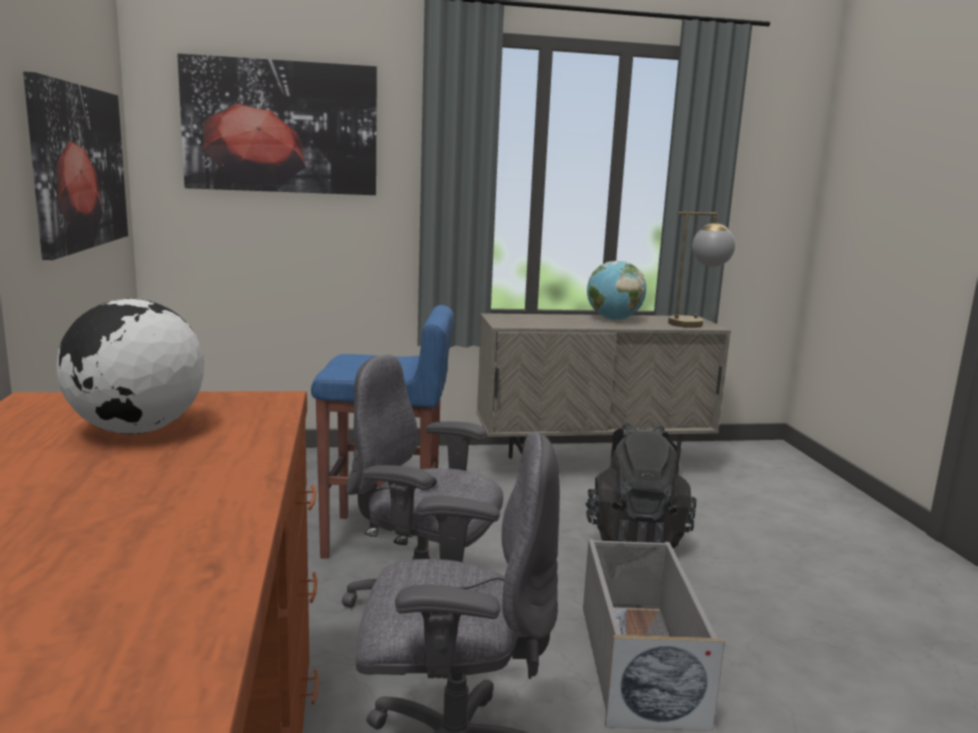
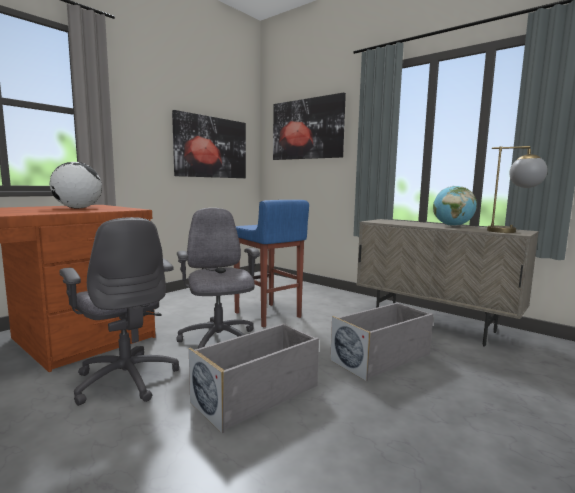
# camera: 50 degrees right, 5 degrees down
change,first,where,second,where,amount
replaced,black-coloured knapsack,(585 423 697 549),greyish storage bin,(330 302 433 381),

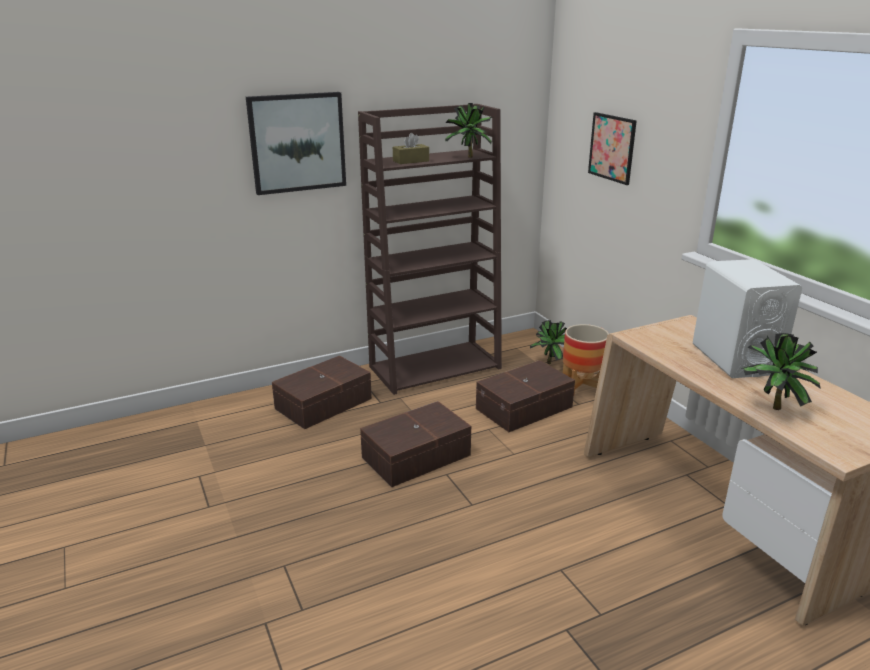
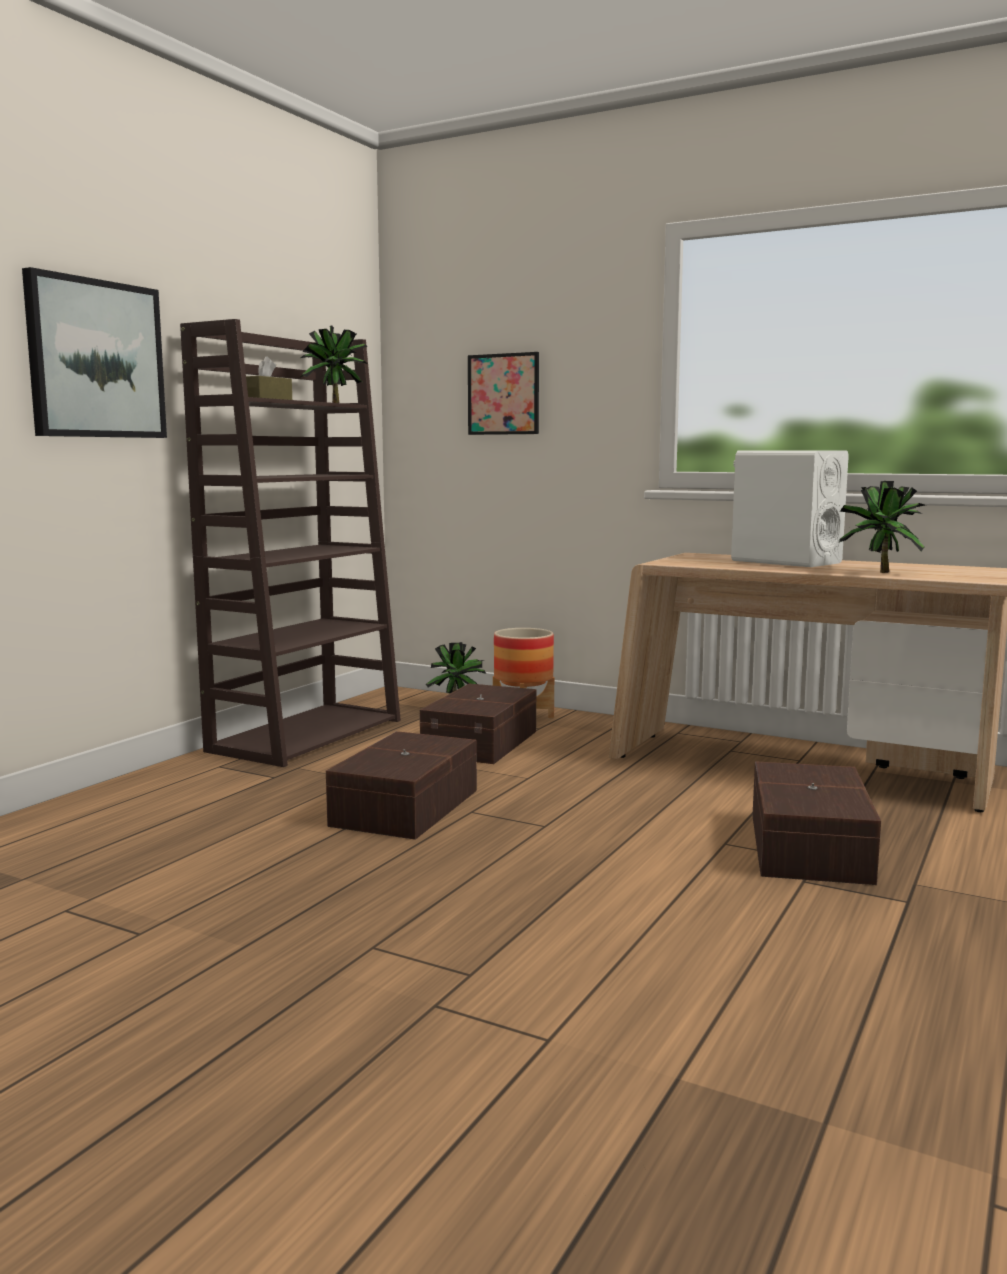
# camera: 35 degrees left, 15 degrees down
change,first,where,second,where,amount
moved,brown-coloured storage bin,(272 356 372 429),,(752 761 881 885),

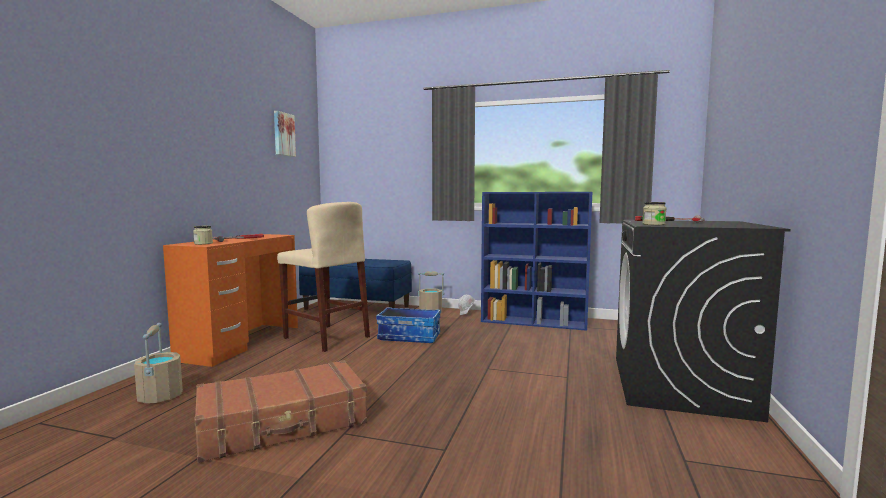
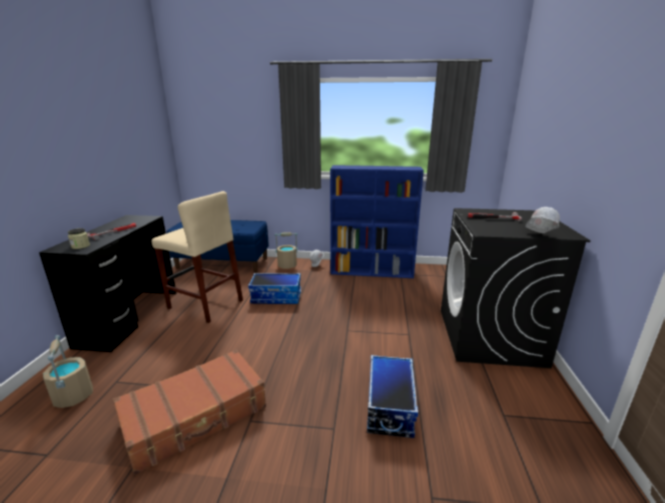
# camera: 10 degrees left, 15 degrees up
change,first,where,second,where,amount
removed,wall art,(274 111 296 157),,,
removed,jar,(642 202 666 225),,,
recoloured,orange desk unit,(163 234 298 367),black-coloured desk unit,(39 215 177 352),
added,,,whitish work helmet,(525 207 560 234),
added,,,storage bin,(367 355 418 438),

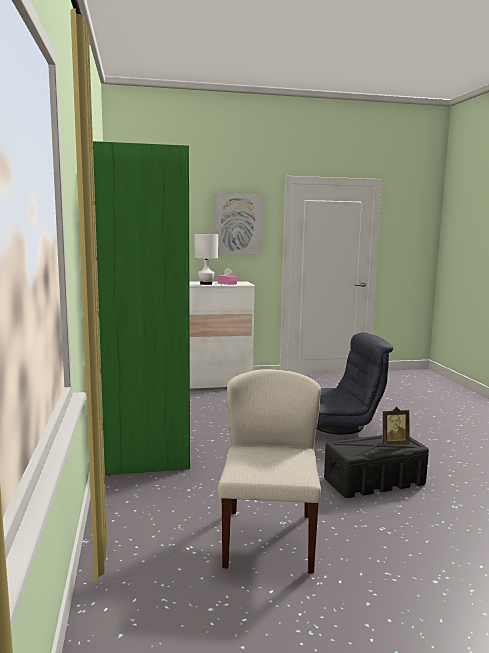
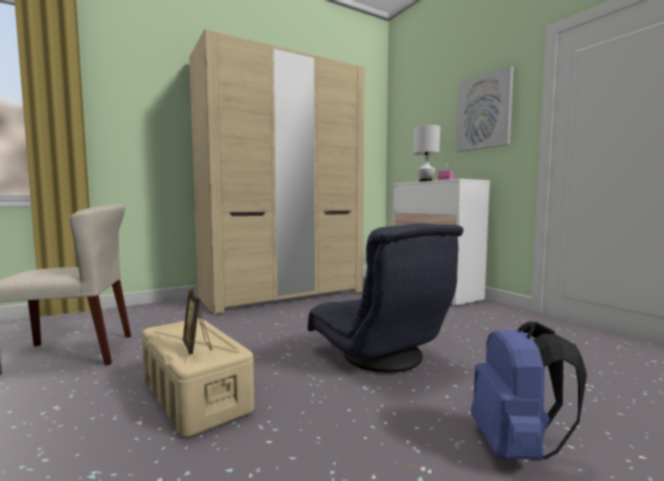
# camera: 70 degrees right, 5 degrees down
change,first,where,second,where,amount
recoloured,green-coloured armoire,(93 141 190 476),sand-coloured armoire,(189 29 365 314),
recoloured,black-coloured storage bin,(324 435 429 498),sand-coloured storage bin,(142 318 254 438),
added,,,blue-coloured knapsack,(471 322 587 459),

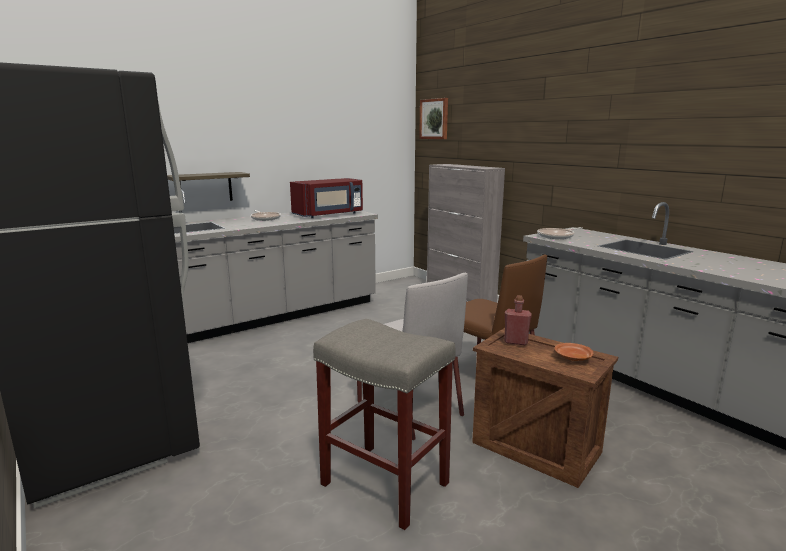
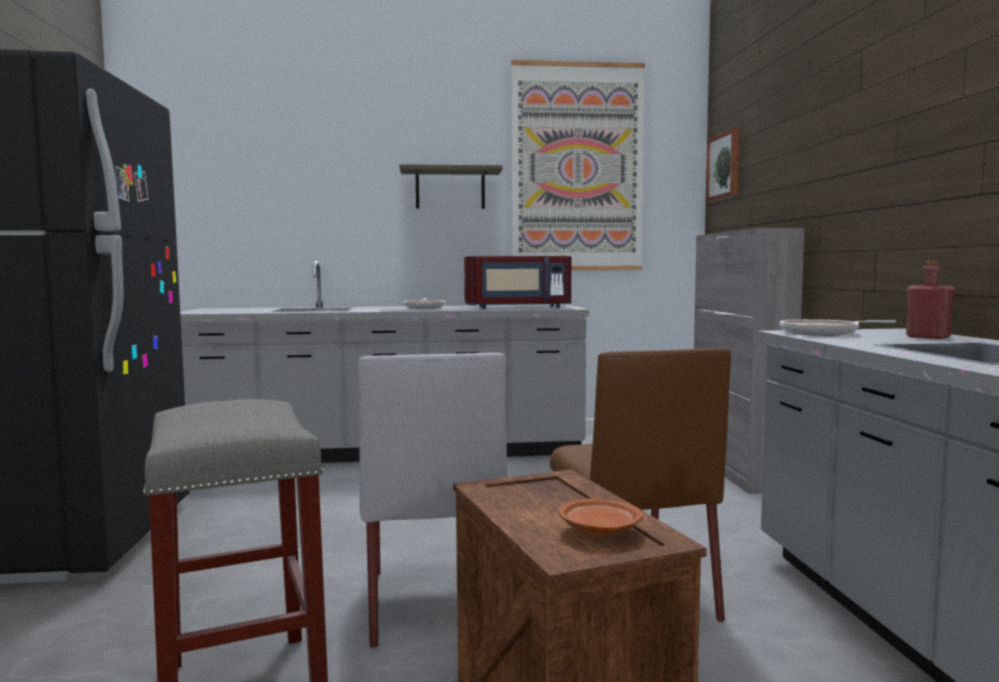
# camera: 30 degrees right, 10 degrees down
change,first,where,second,where,amount
moved,bracket shelf,(167 172 250 201),,(400 164 503 209),
moved,red-coloured drink bottle,(504 295 532 345),,(906 260 955 339),
added,,,wall art,(511 60 645 271),

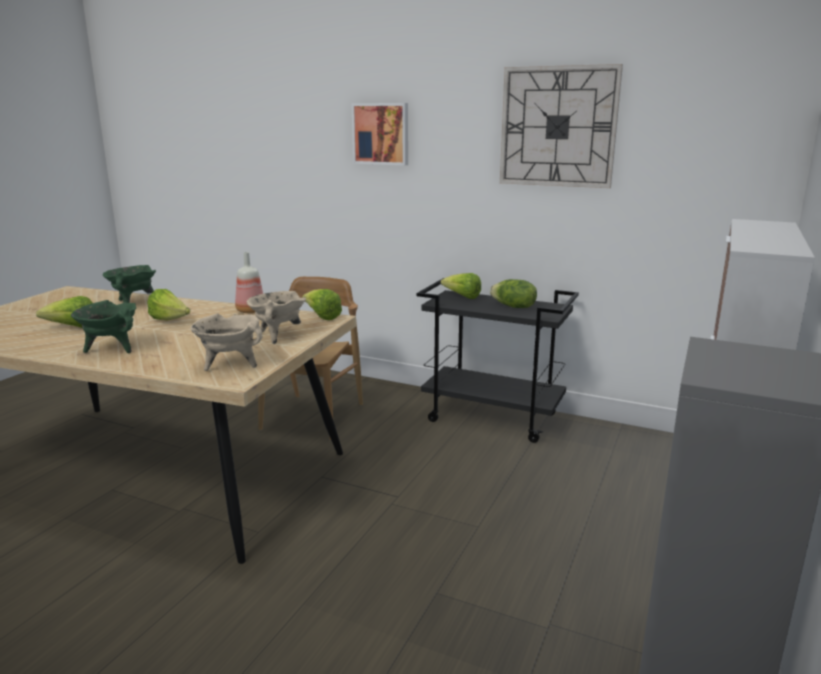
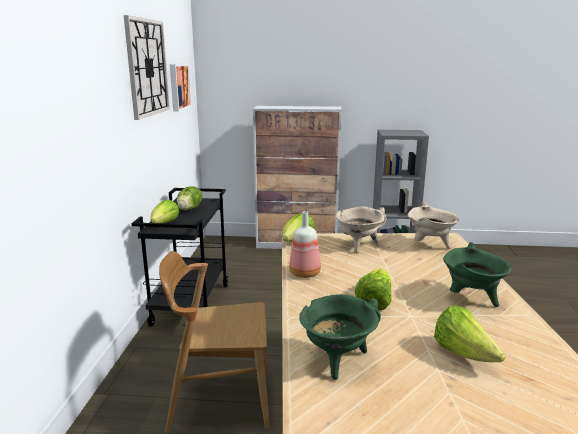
# camera: 110 degrees left, 0 degrees up
change,first,where,second,where,amount
moved,wall art,(351 103 408 165),,(170 64 191 112),

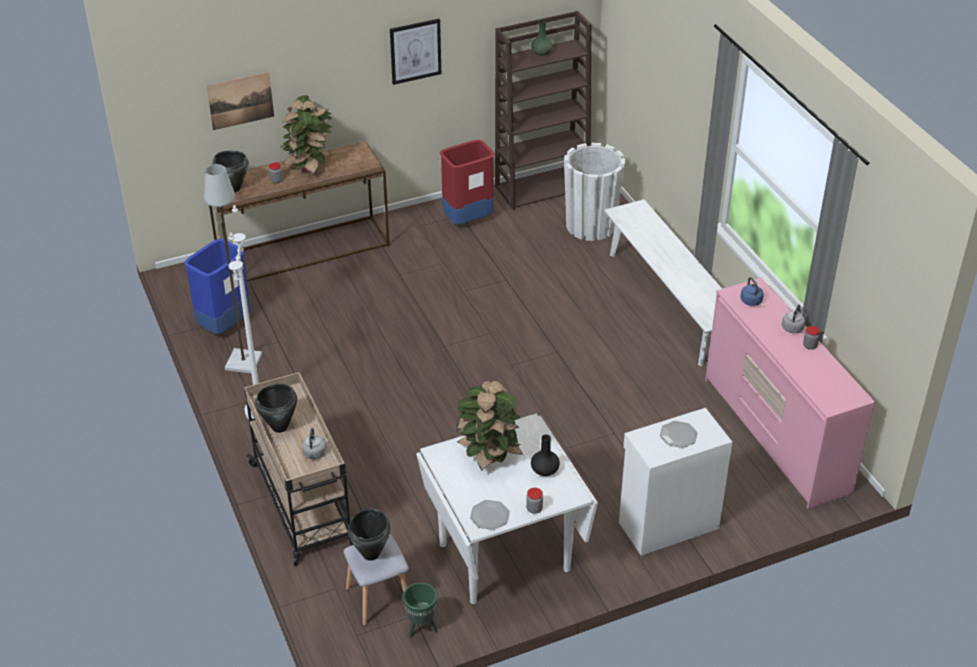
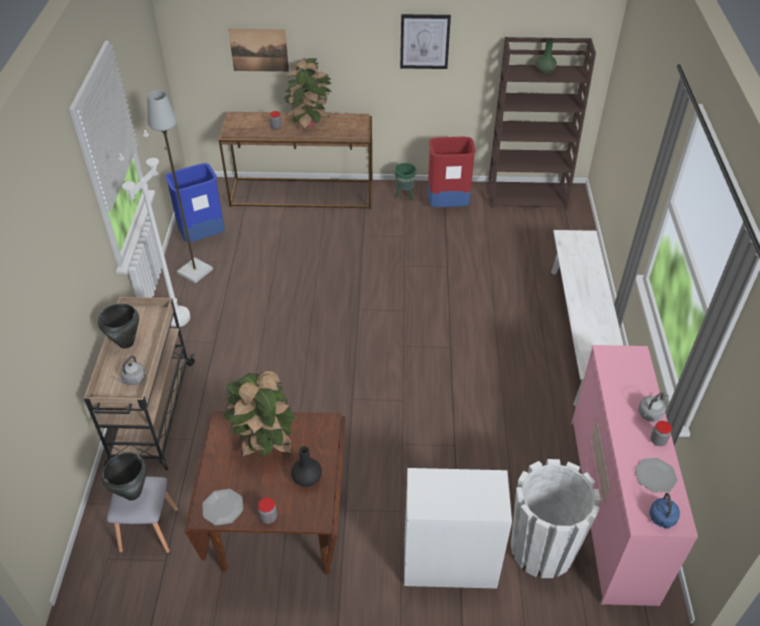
# camera: 25 degrees right, 5 degrees up
change,first,where,second,where,amount
moved,whitish planter,(564 143 625 241),,(511 459 601 578),
removed,black-coloured saucepot,(213 151 249 192),,,
moved,blue-coloured water kettle,(741 277 764 306),,(649 493 680 529),
recoloured,whitish dinner table,(416 413 598 604),brown-coloured dinner table,(184 410 346 574),
moved,flat dish,(660 421 698 448),,(635 458 678 493),
moved,green-coloured planter,(403 583 437 638),,(394 163 417 201),

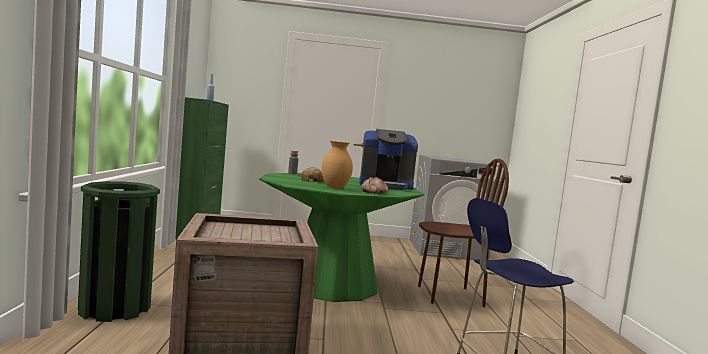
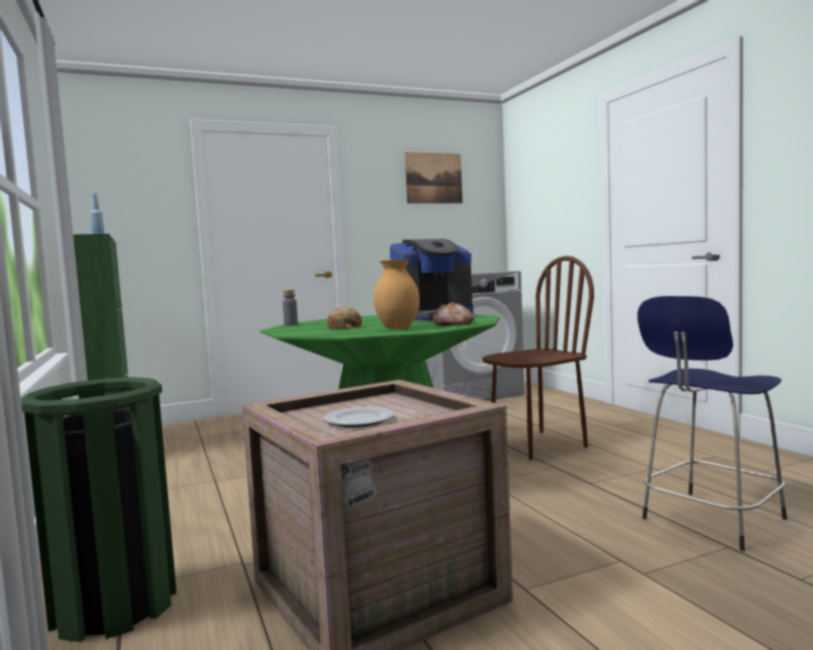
# camera: 20 degrees left, 0 degrees up
change,first,where,second,where,amount
added,,,wall art,(404 152 463 204),
added,,,flat dish,(324 407 394 428),

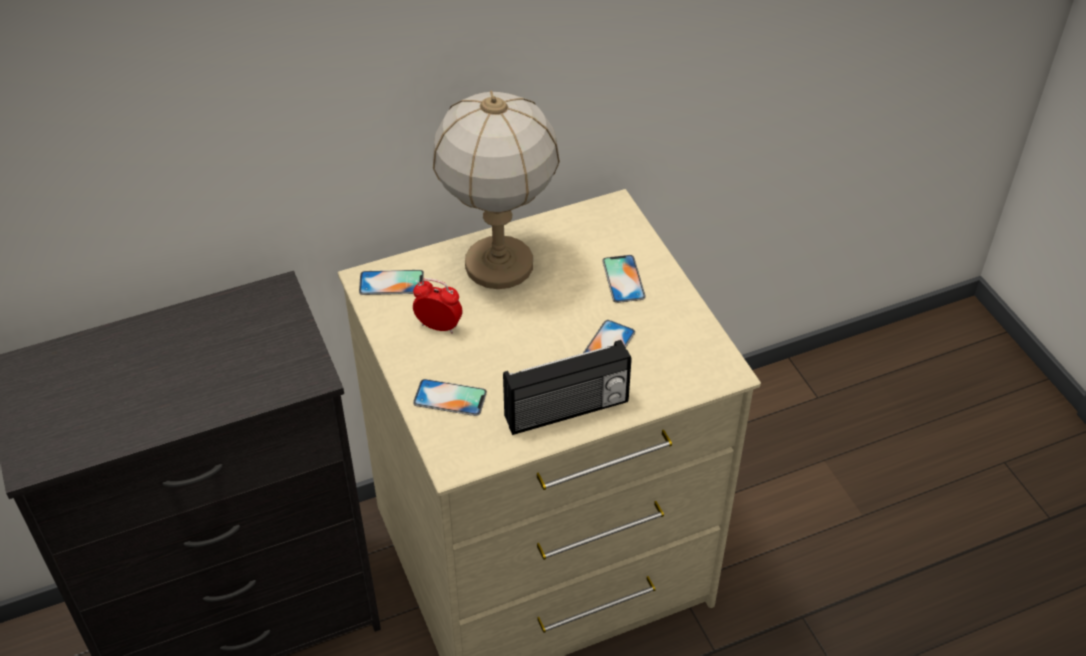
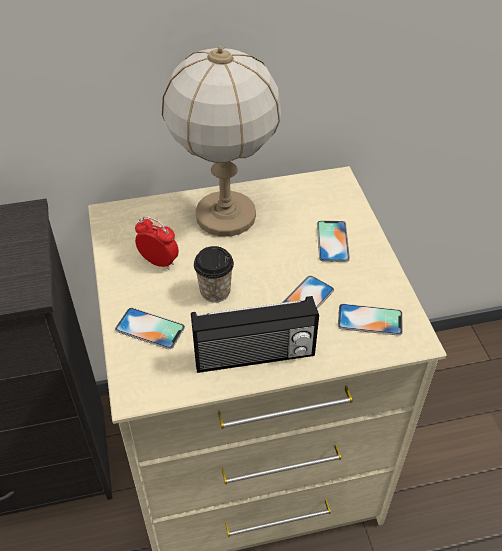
# camera: 10 degrees right, 0 degrees up
change,first,where,second,where,amount
moved,phone,(359 270 424 295),,(338 304 403 336),
added,,,cup,(194 246 234 303),

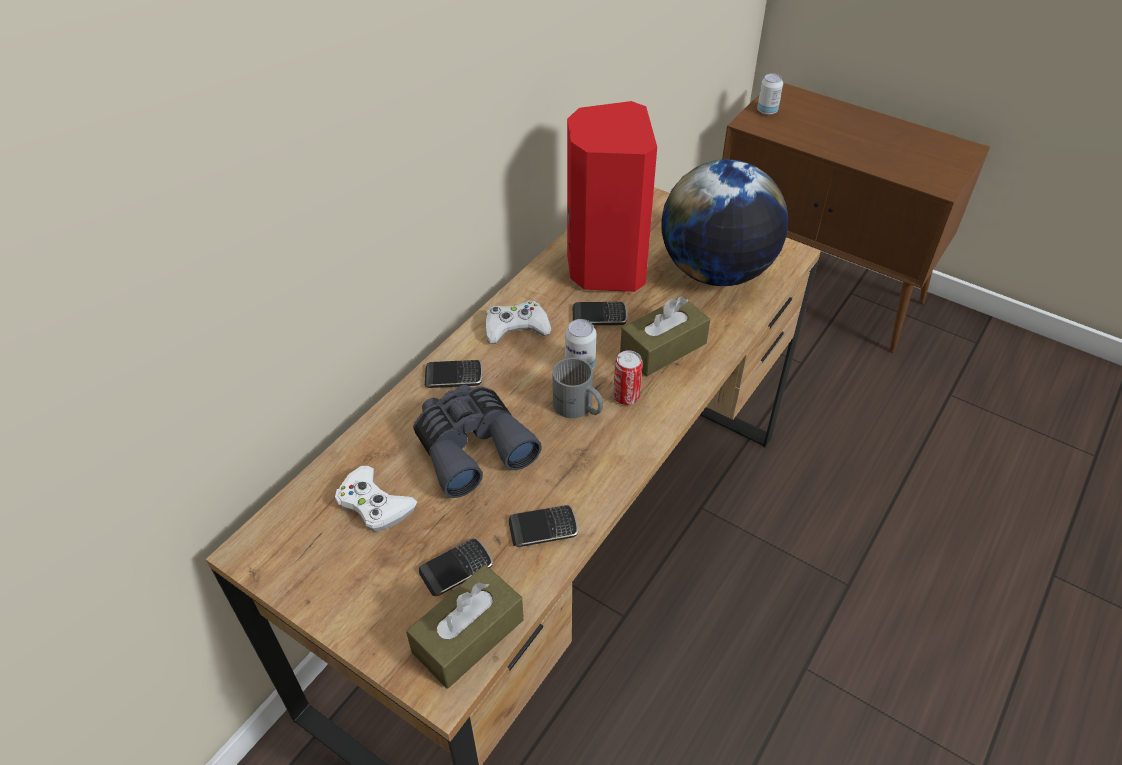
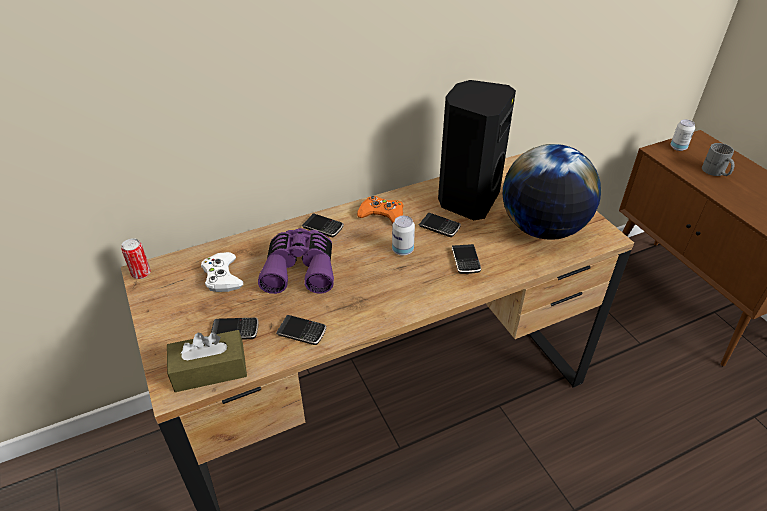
# camera: 30 degrees right, 5 degrees down
change,first,where,second,where,amount
recoloured,red-coloured loudspeaker,(567 101 657 292),black-coloured loudspeaker,(438 80 516 220),
replaced,brown-coloured box of tissues,(620 296 710 376),phone,(452 244 481 274),
recoloured,whitish joypad,(485 301 551 344),orange joypad,(357 196 404 223),
moved,sealed can,(613 350 643 405),,(121 238 151 279),
moved,greyish mug,(552 358 603 418),,(702 143 735 176),
recoloured,greyish pair of binoculars,(413 385 542 498),purple-coloured pair of binoculars,(258 228 334 294),

